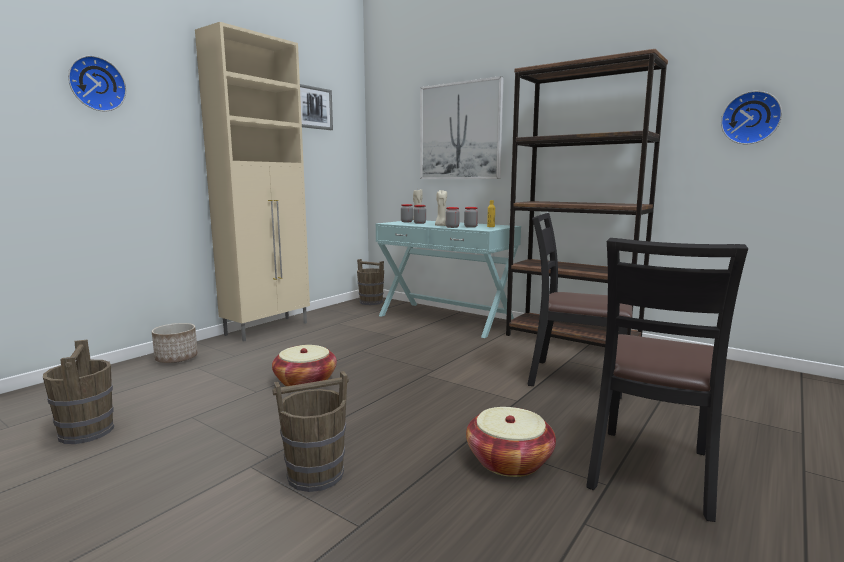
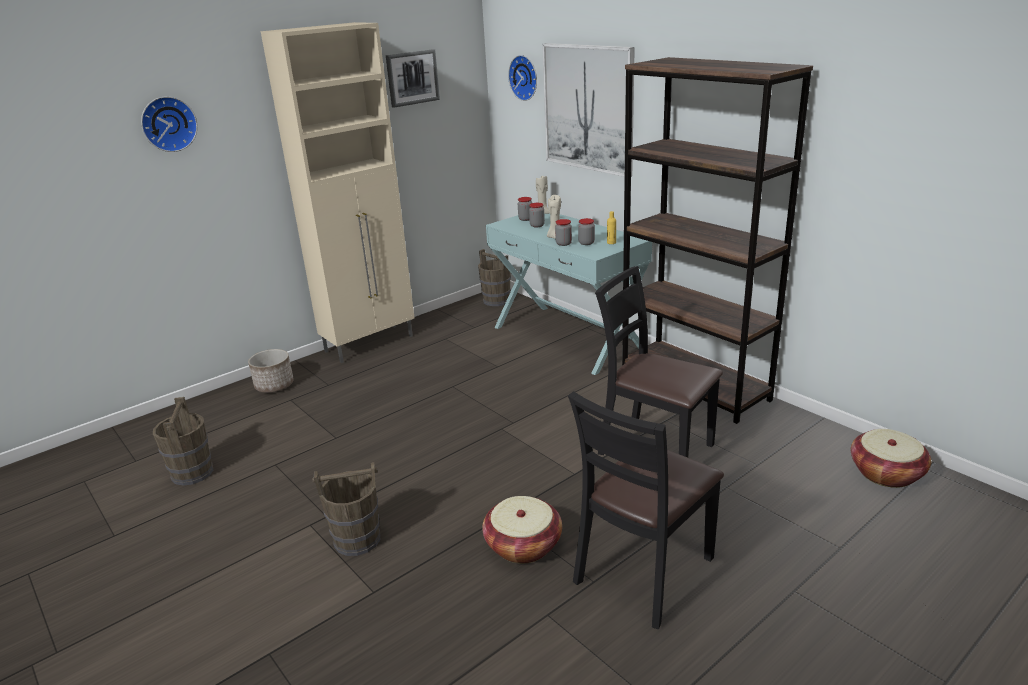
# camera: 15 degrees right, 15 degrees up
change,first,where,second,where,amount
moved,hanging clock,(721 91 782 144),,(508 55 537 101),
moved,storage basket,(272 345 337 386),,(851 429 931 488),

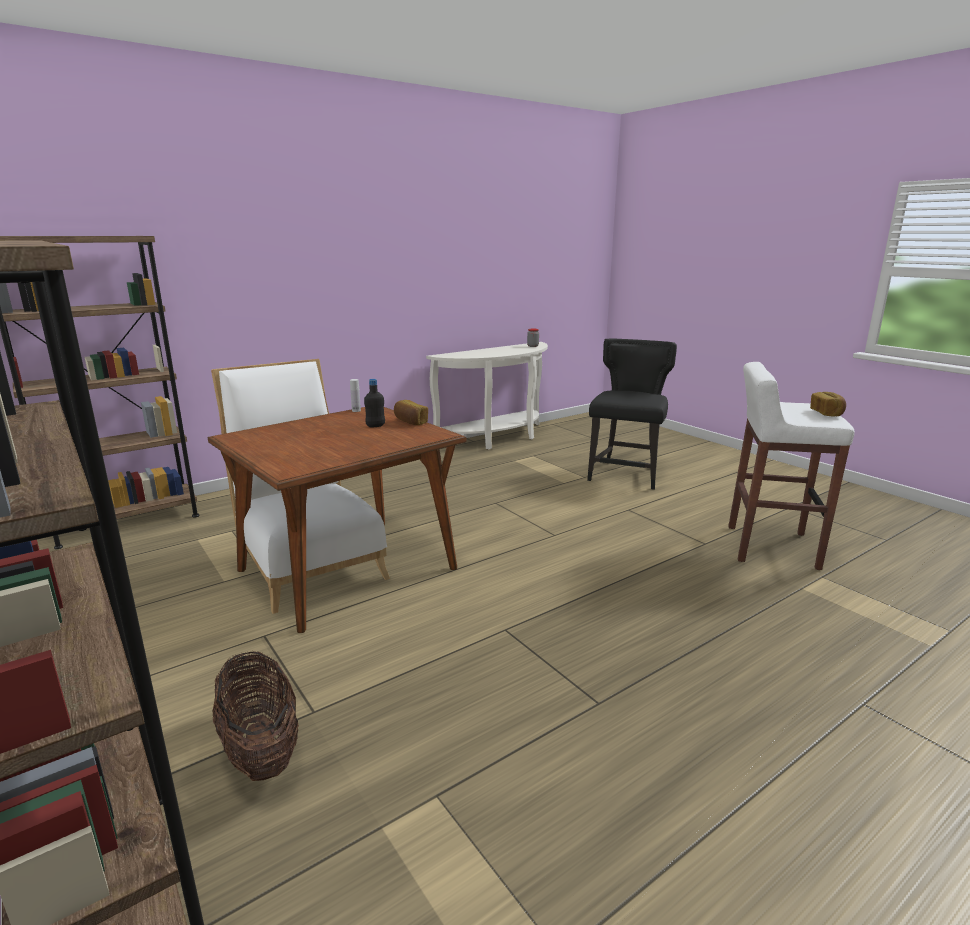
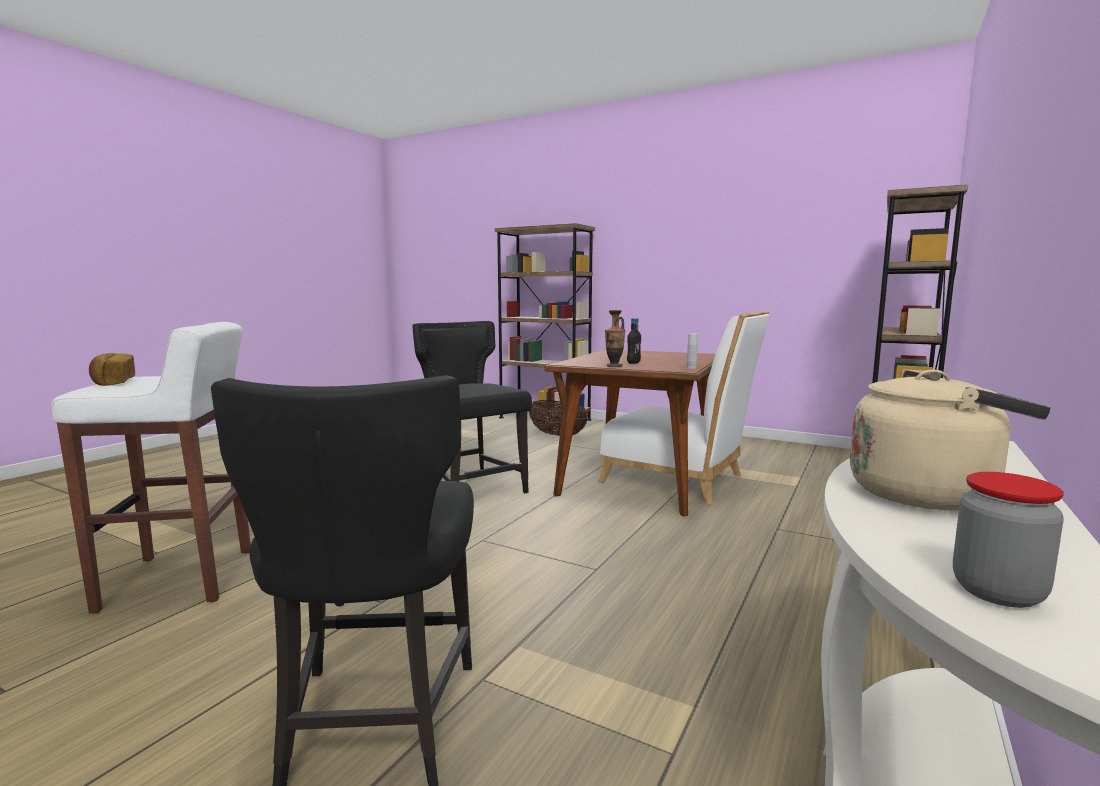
# camera: 155 degrees right, 10 degrees down
change,first,where,second,where,amount
replaced,bread,(394 400 428 425),decorative vase,(605 310 625 367),
added,,,black-coloured upright chair,(413 321 532 493),
added,,,sand-coloured water kettle,(850 369 1051 510),

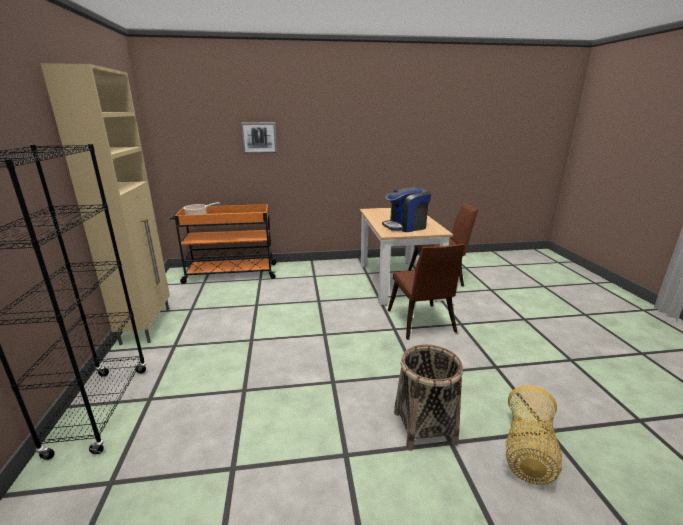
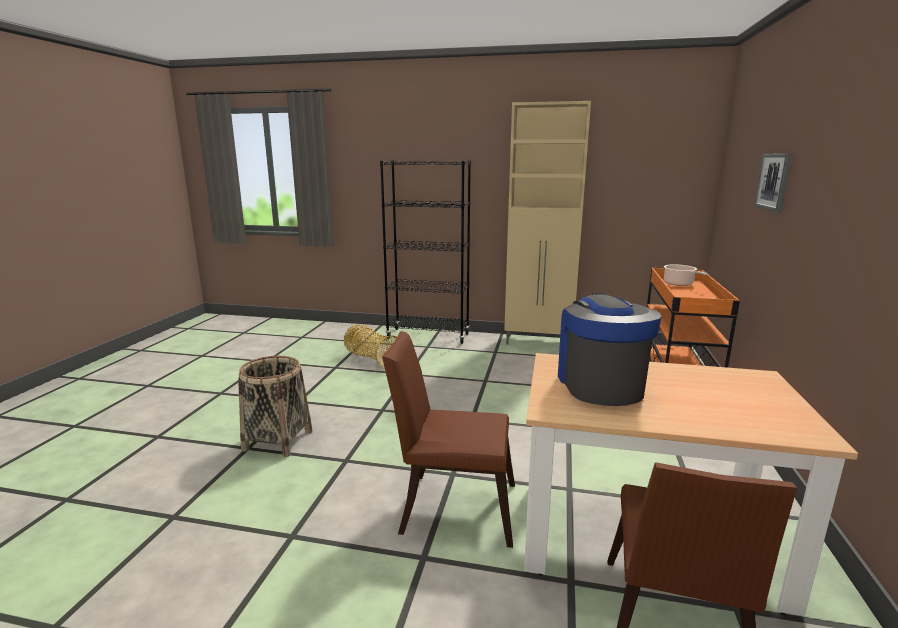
# camera: 110 degrees right, 5 degrees down
change,first,where,second,where,amount
moved,storage basket,(506 385 562 485),,(344 324 397 367),

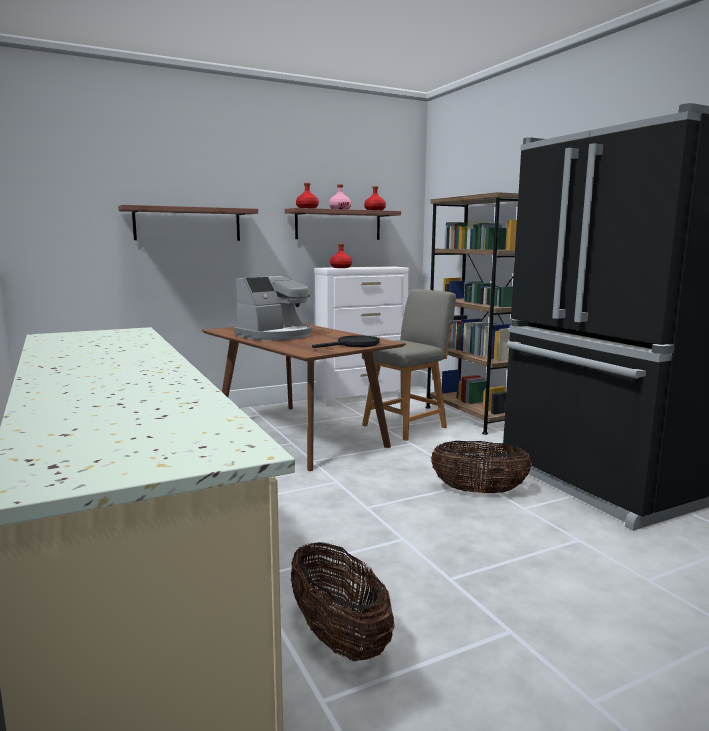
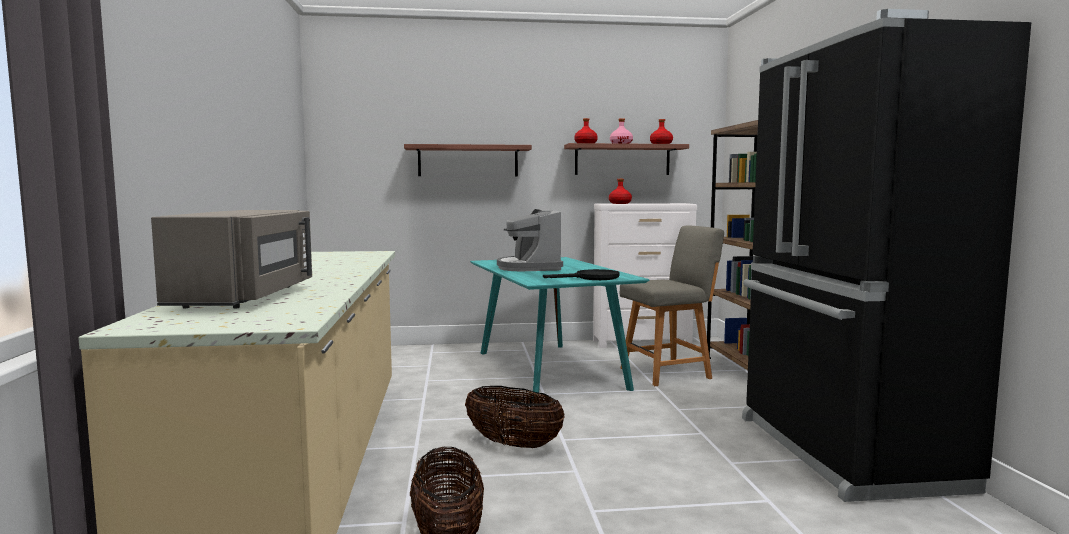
# camera: 20 degrees right, 5 degrees down
change,first,where,second,where,amount
turned,coffee machine,(234 276 312 341),,(497 209 563 271),105 degrees clockwise
recoloured,brown-coloured dinner table,(202 323 406 471),turquoise dinner table,(470 257 650 399),
moved,storage basket,(431 441 532 493),,(465 386 565 448),
added,,,greyish microwave oven,(151 210 312 308),

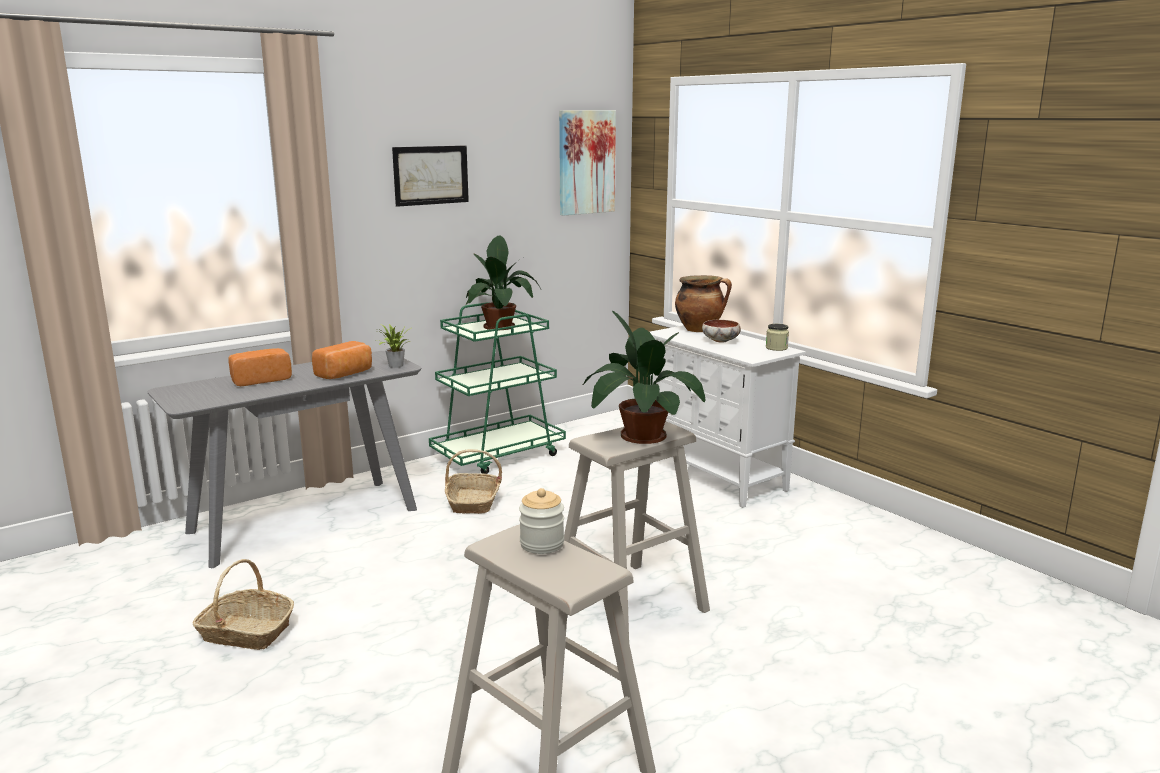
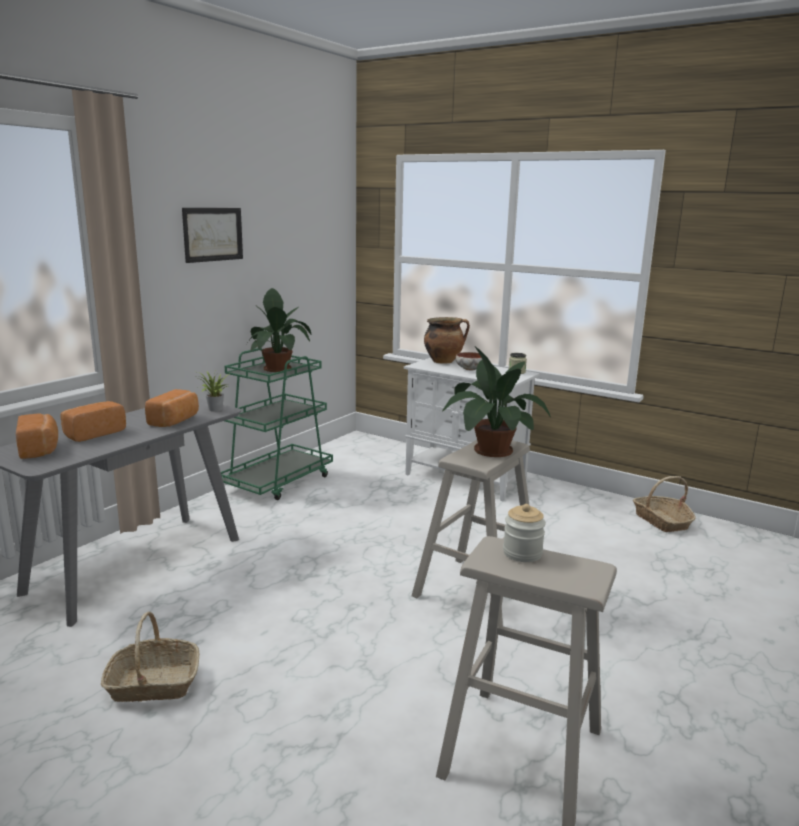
# camera: 20 degrees left, 0 degrees up
change,first,where,second,where,amount
removed,wall art,(559 110 616 216),,,
moved,storage basket,(445 449 502 514),,(633 476 696 532),
added,,,bread,(16 413 58 459),

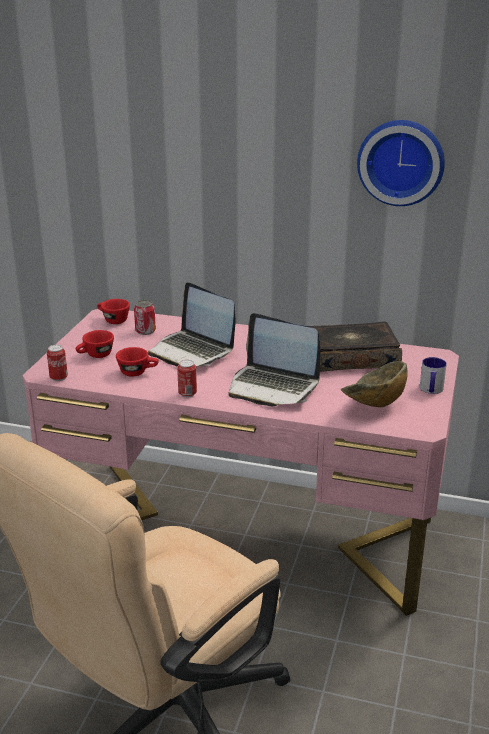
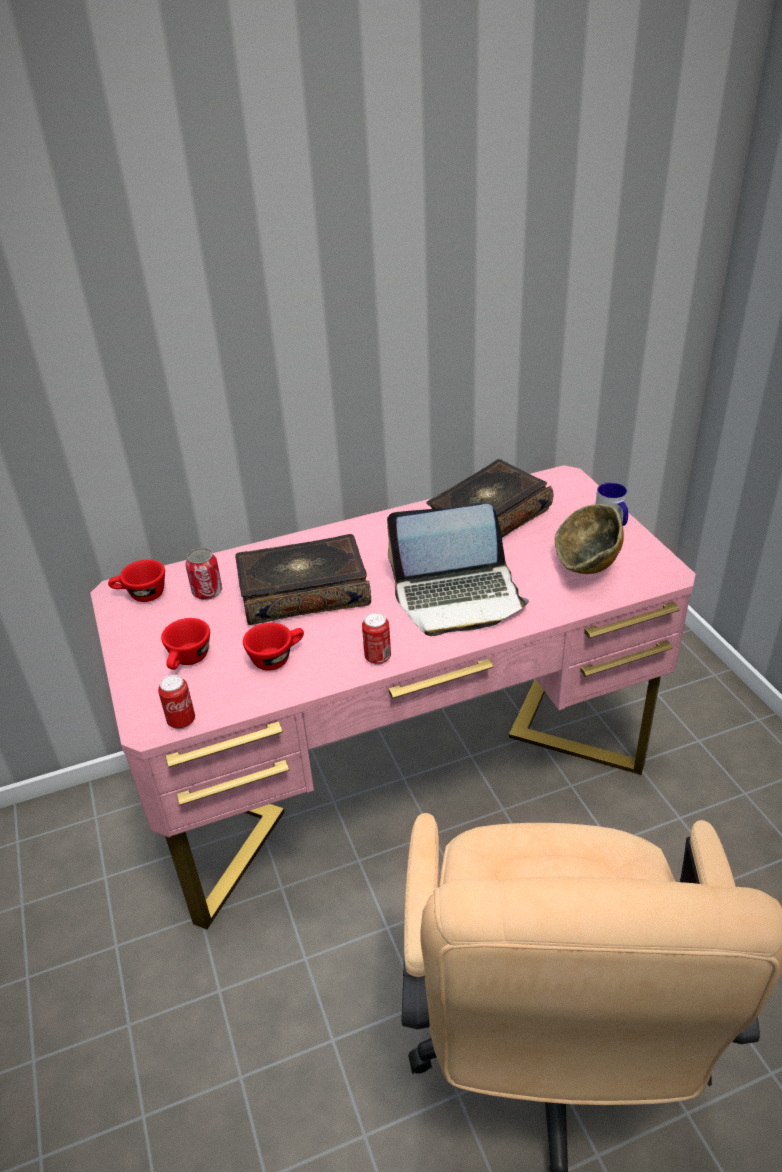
# camera: 35 degrees left, 10 degrees up
change,first,where,second,where,amount
removed,hanging clock,(357 120 445 206),,,
replaced,laptop,(148 282 235 367),book,(235 534 371 625),

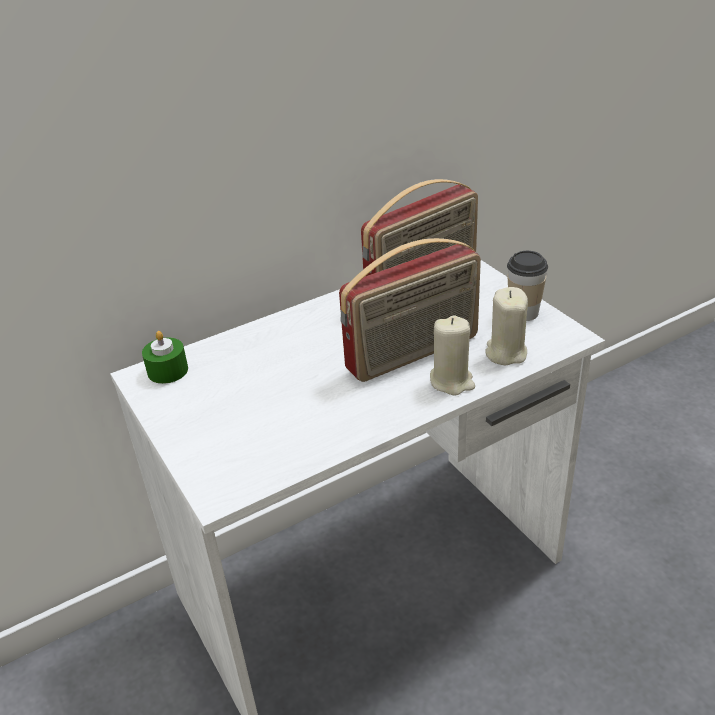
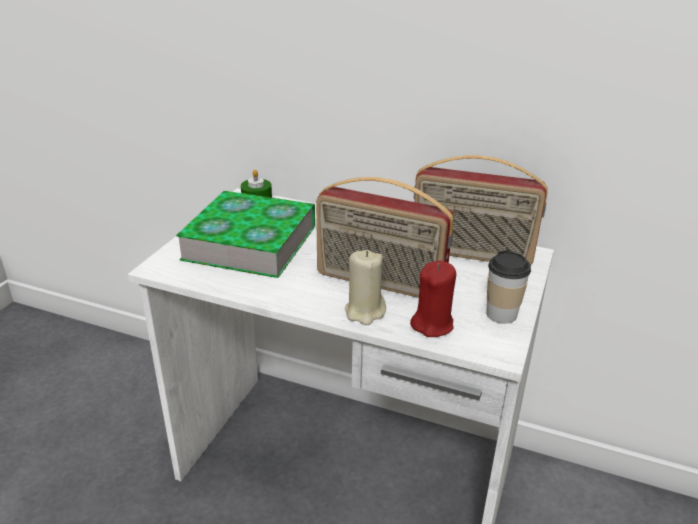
# camera: 50 degrees right, 5 degrees down
change,first,where,second,where,amount
recoloured,sand-coloured candle,(485 287 528 365),red-coloured candle,(410 260 456 337),
added,,,book,(176 191 315 278),

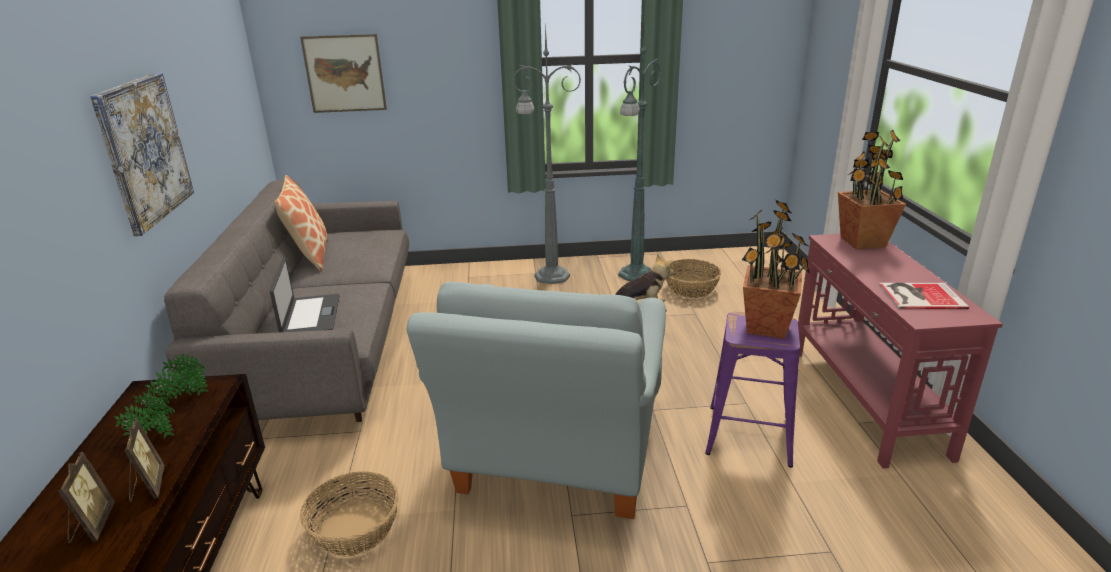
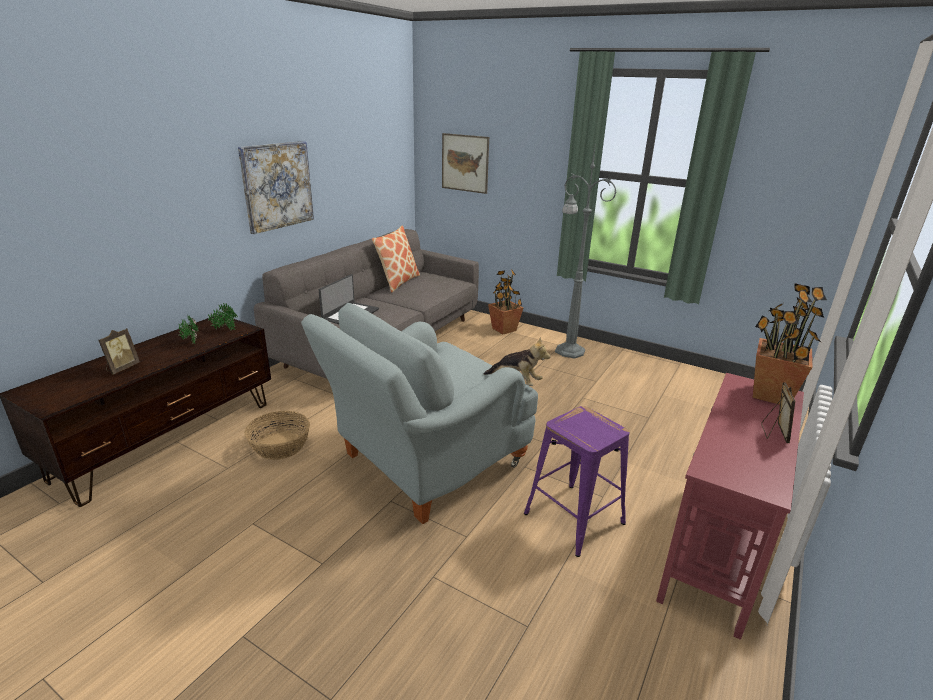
# camera: 35 degrees right, 0 degrees up
change,first,where,second,where,amount
removed,green-coloured standard lamp,(618 23 661 281),,,
moved,plant in a pot,(742 200 810 339),,(488 269 524 334),
removed,storage basket,(666 259 721 298),,,
removed,book,(878 283 969 309),,,
moved,photo frame,(124 418 164 502),,(761 382 795 443),

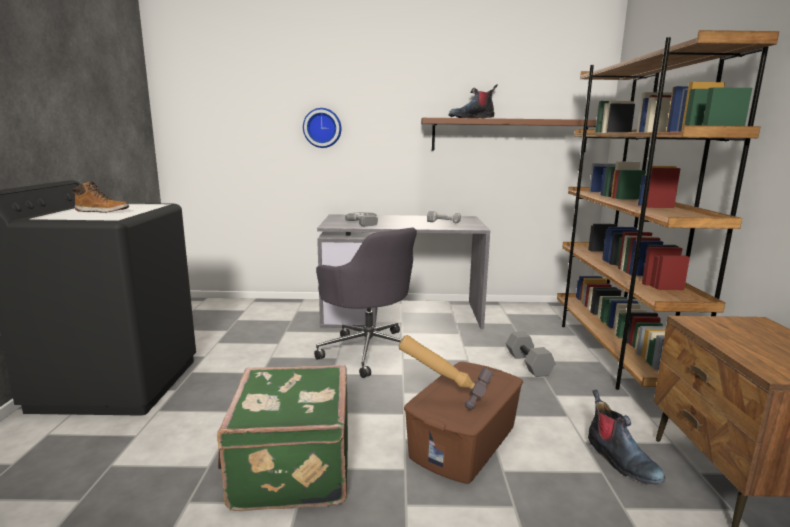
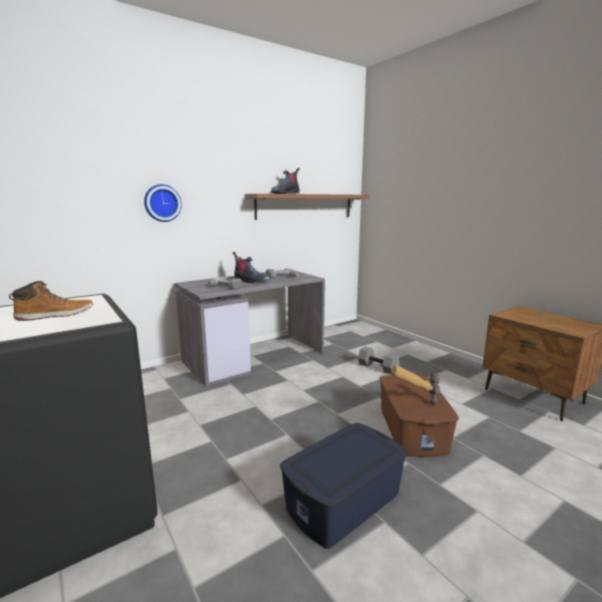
# camera: 35 degrees left, 0 degrees up
change,first,where,second,where,amount
removed,brown-coloured shelving unit,(557 30 779 390),,,
removed,greyish computer chair,(314 227 417 378),,,
replaced,green-coloured travel case,(217 365 348 511),blue-coloured storage bin,(280 423 407 549),
moved,high-top boot,(588 390 665 484),,(233 252 270 283),

